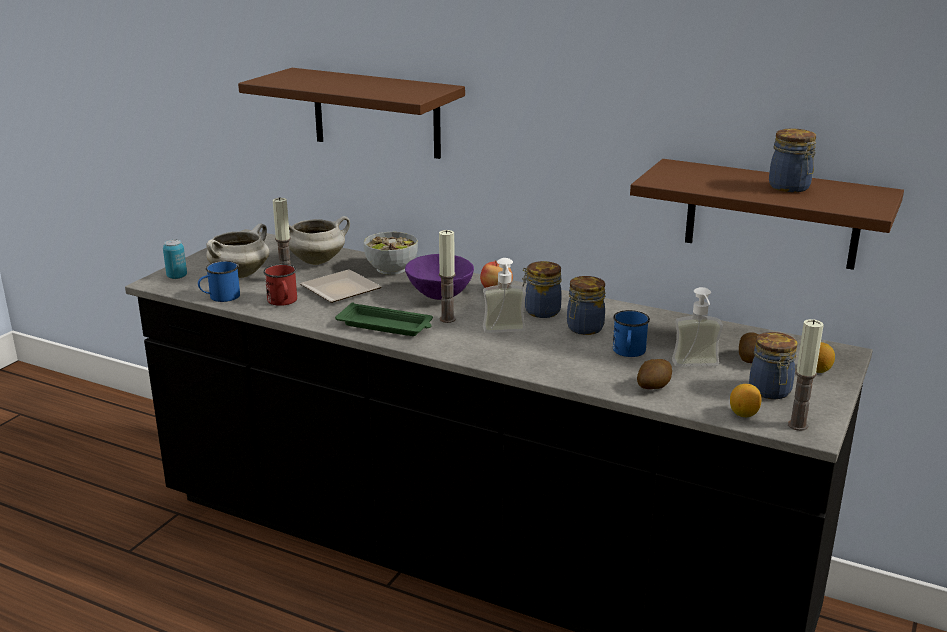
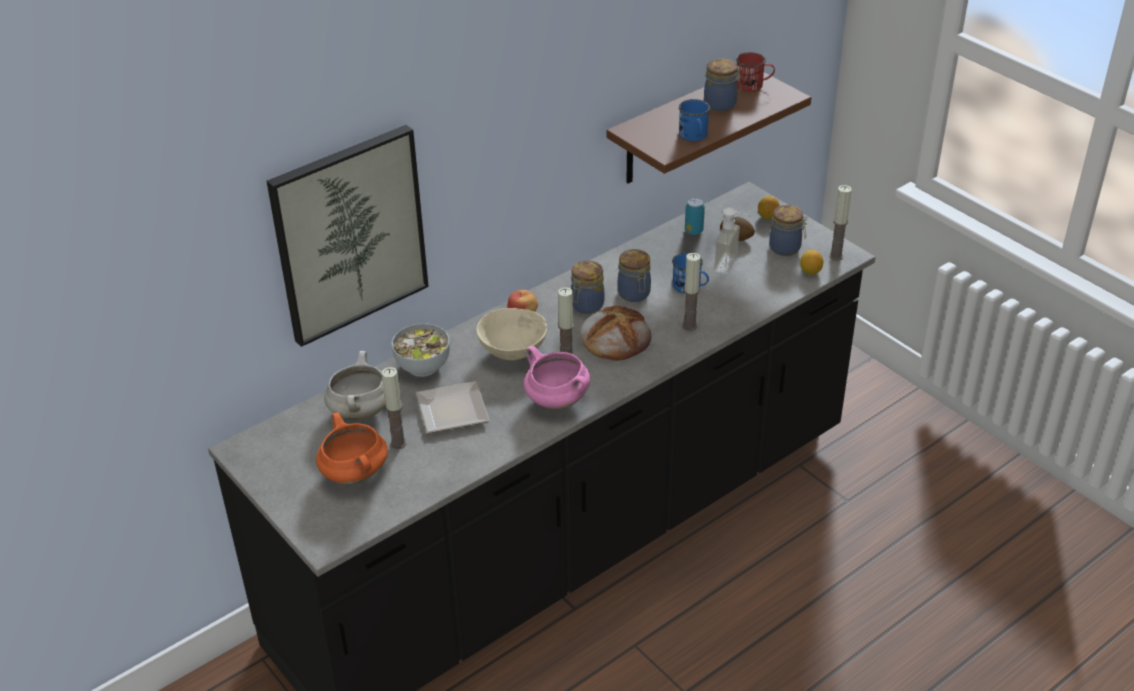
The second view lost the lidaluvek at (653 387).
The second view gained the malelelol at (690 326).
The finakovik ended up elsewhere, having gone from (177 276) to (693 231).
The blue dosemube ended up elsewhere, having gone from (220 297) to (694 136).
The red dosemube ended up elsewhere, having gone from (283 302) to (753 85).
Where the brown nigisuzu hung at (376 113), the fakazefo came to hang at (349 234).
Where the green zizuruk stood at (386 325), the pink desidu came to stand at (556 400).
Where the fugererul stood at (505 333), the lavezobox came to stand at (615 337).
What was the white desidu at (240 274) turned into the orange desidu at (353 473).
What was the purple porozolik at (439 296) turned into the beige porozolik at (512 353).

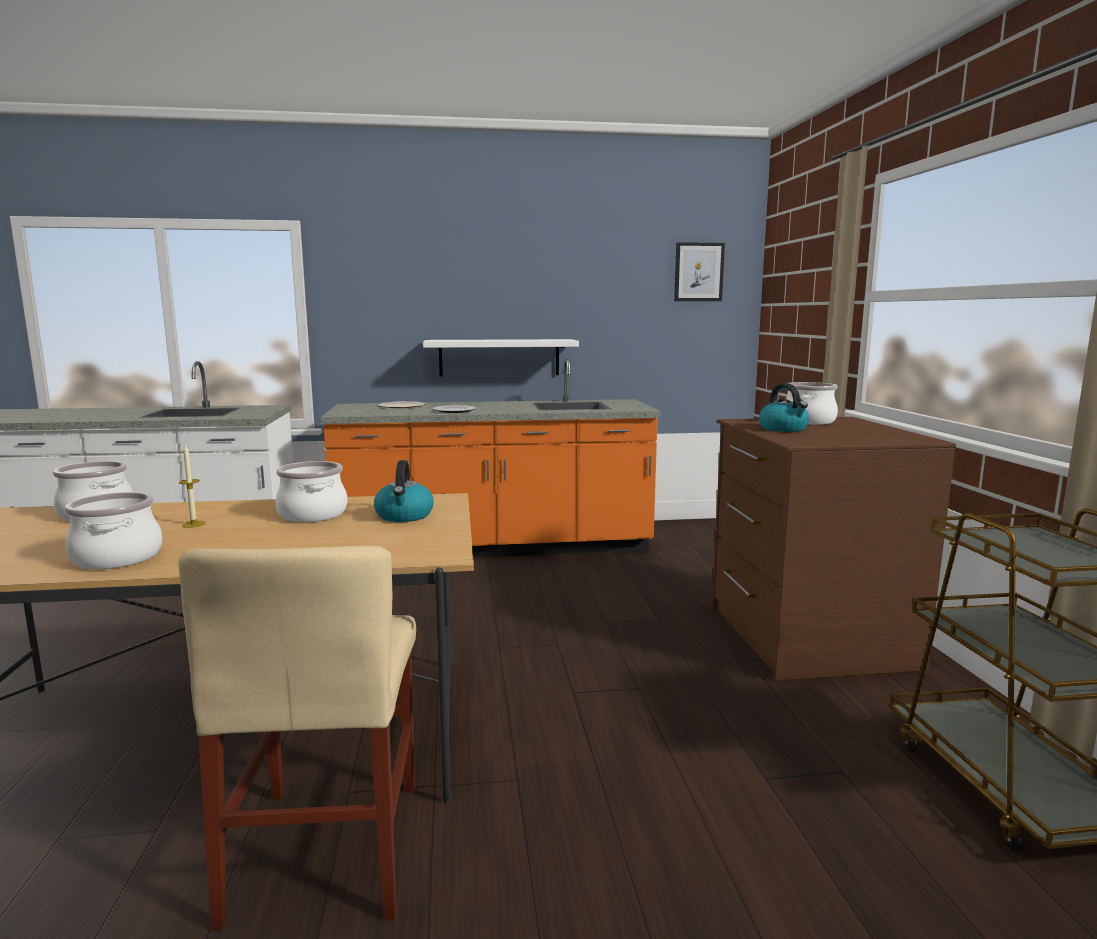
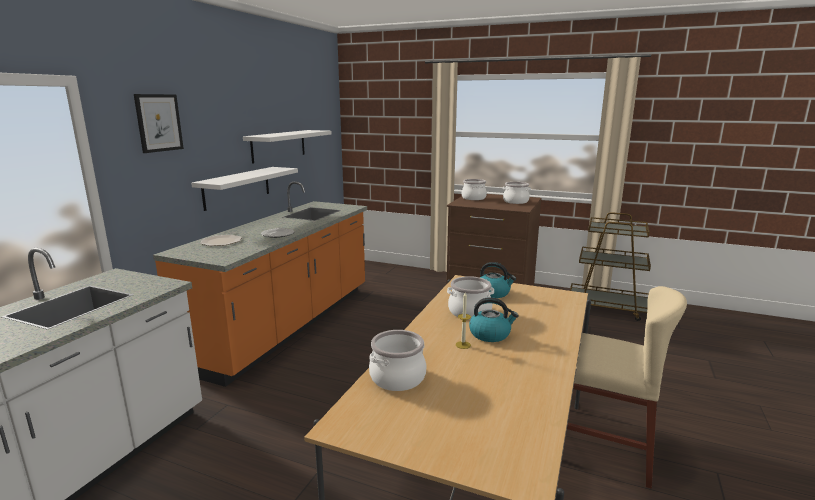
The second view gained the white nigisuzu at (279 145).
The desidu ended up elsewhere, having gone from (116 558) to (515 201).
The fakazefo ended up elsewhere, having gone from (698 272) to (159 123).
The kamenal ended up elsewhere, having gone from (783 429) to (490 334).

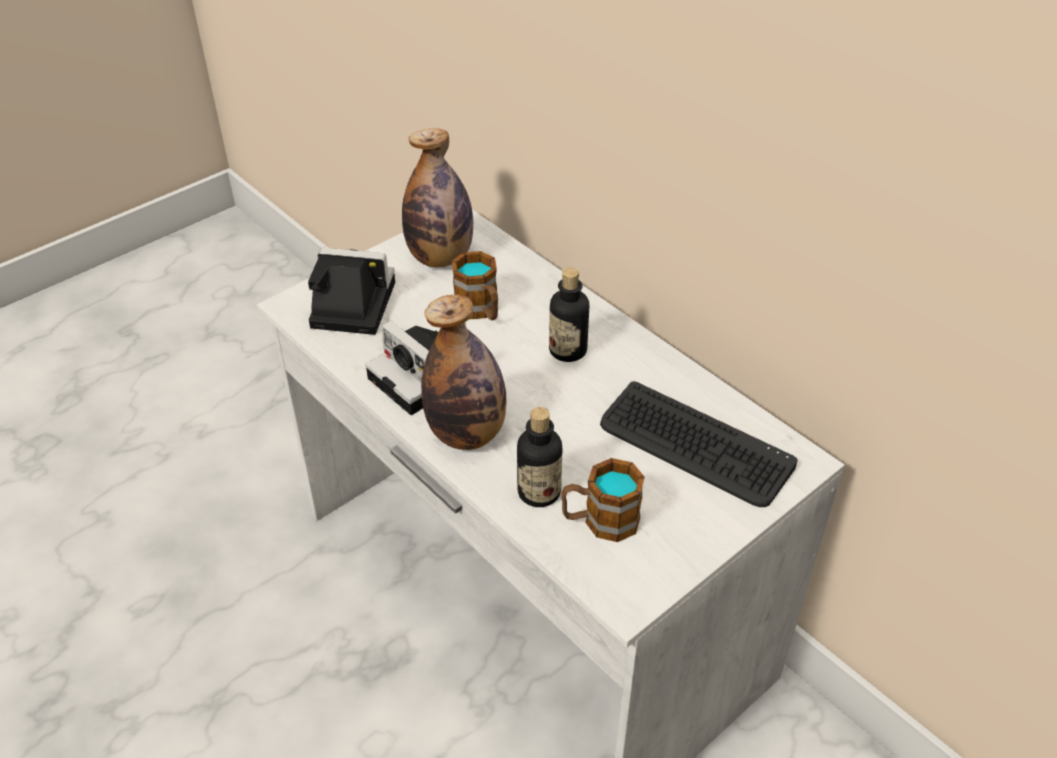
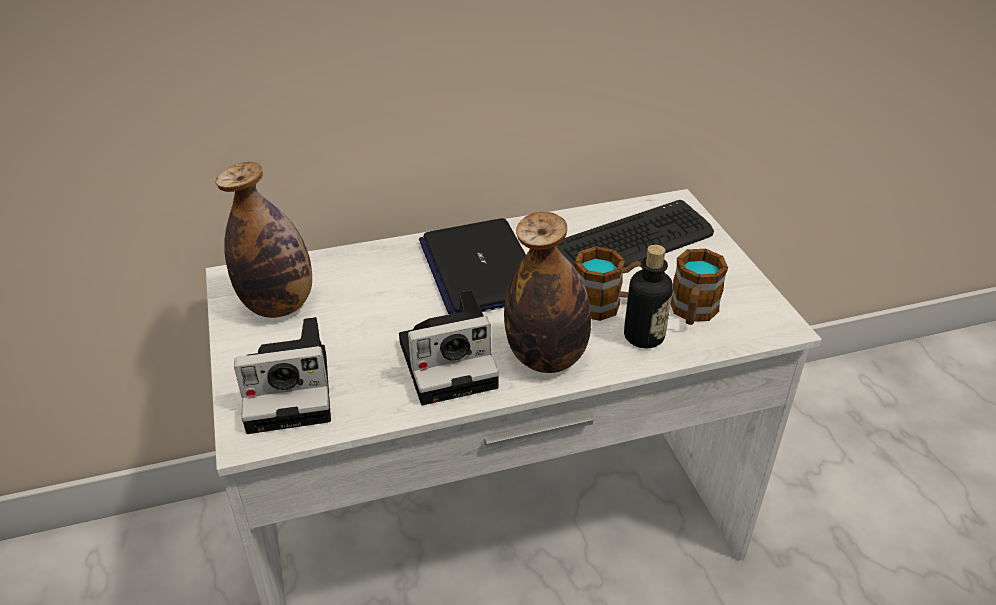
The dosemube ended up elsewhere, having gone from (480 310) to (606 304).
Where the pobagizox stood at (568 350), the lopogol came to stand at (480 269).
The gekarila at (349 305) ended up facing another way, 135 degrees counterclockwise from before.

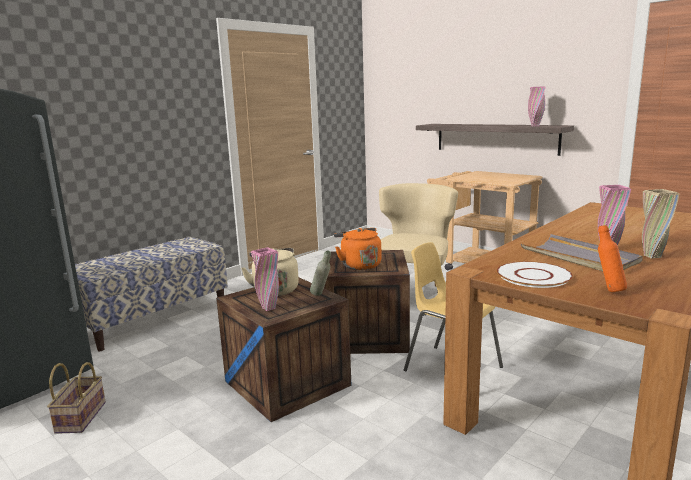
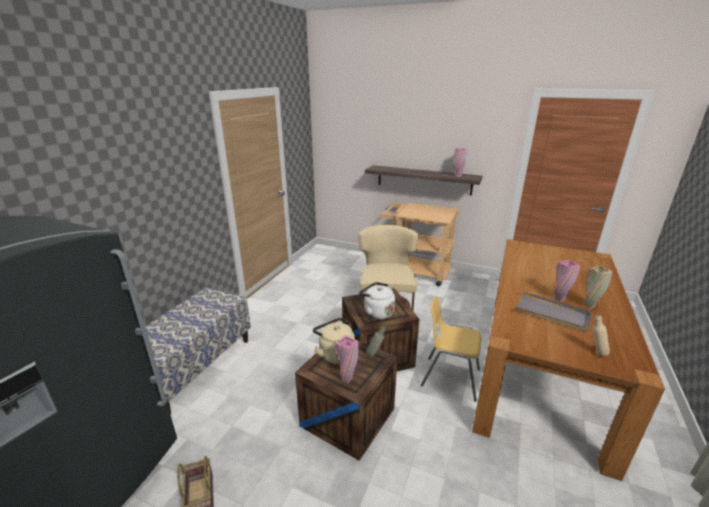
The second view lost the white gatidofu at (534 276).
What was the orange kamenal at (359 265) turned into the white kamenal at (377 312).
What was the orange pobagizox at (608 290) turned into the beige pobagizox at (596 352).

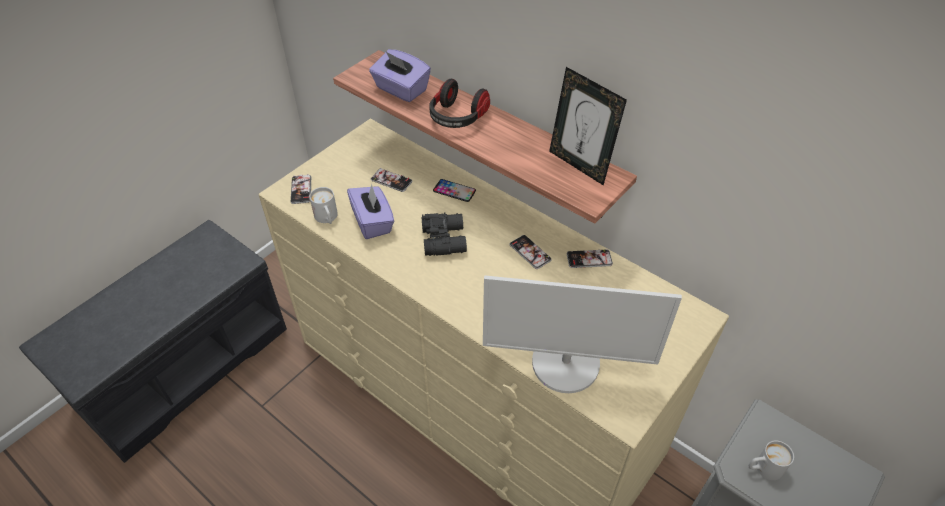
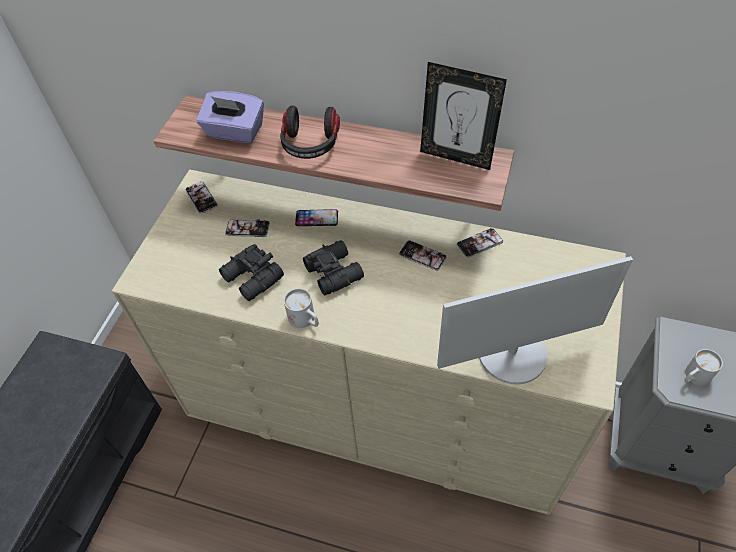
The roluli ended up elsewhere, having gone from (301 190) to (201 198).
The white dosemube ended up elsewhere, having gone from (327 218) to (305 320).
Where the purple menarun stood at (373 222), the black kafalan came to stand at (252 279).

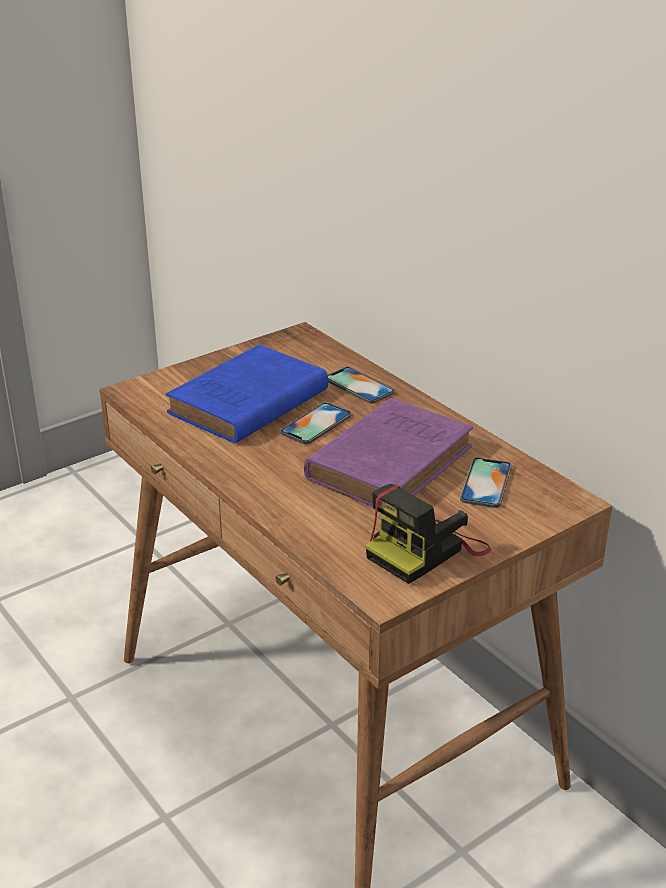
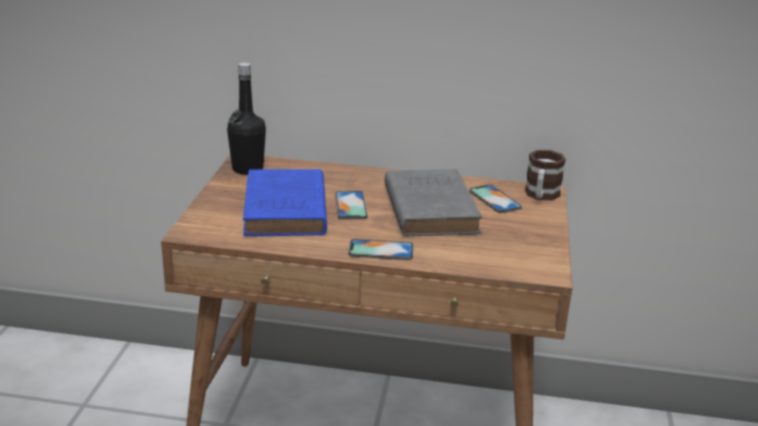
The second view lost the gekarila at (426 550).
The second view gained the black pobagizox at (247 169).
The second view gained the dosemube at (541 196).
The roluli ended up elsewhere, having gone from (359 386) to (381 250).
What was the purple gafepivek at (392 461) turned into the grey gafepivek at (429 208).

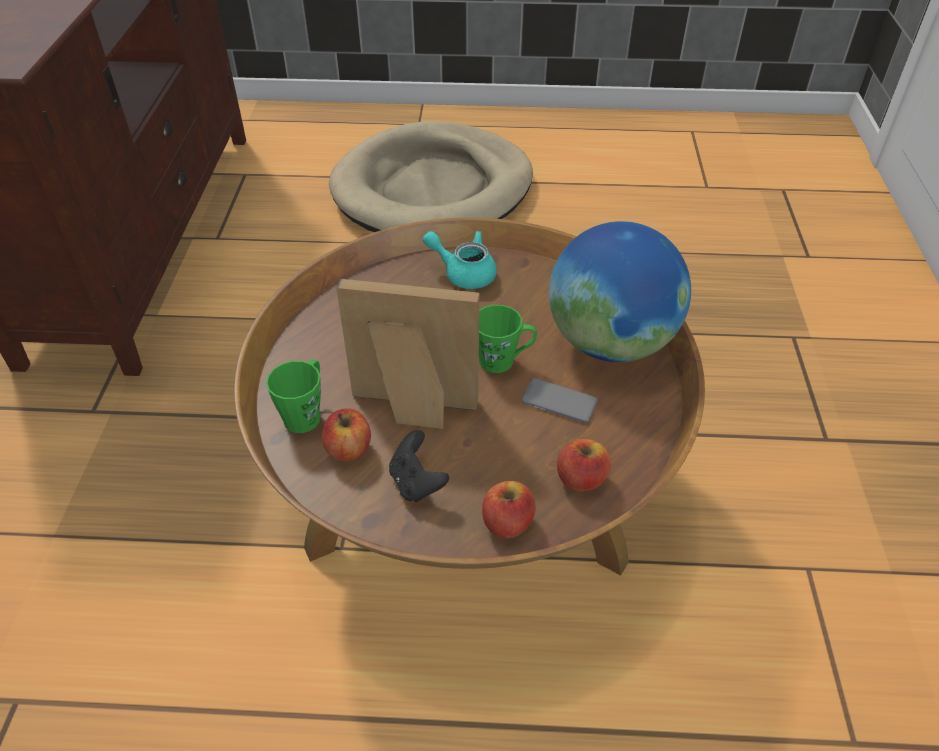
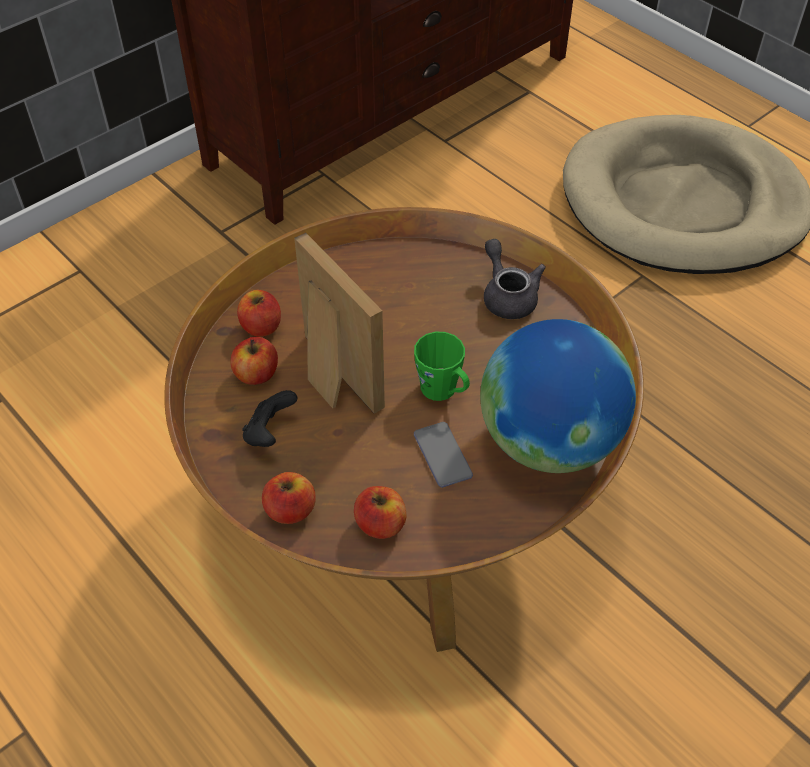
Where the green dosemube stood at (306 413), the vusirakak came to stand at (261 326).
What was the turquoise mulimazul at (464 273) turned into the grey mulimazul at (507 295).

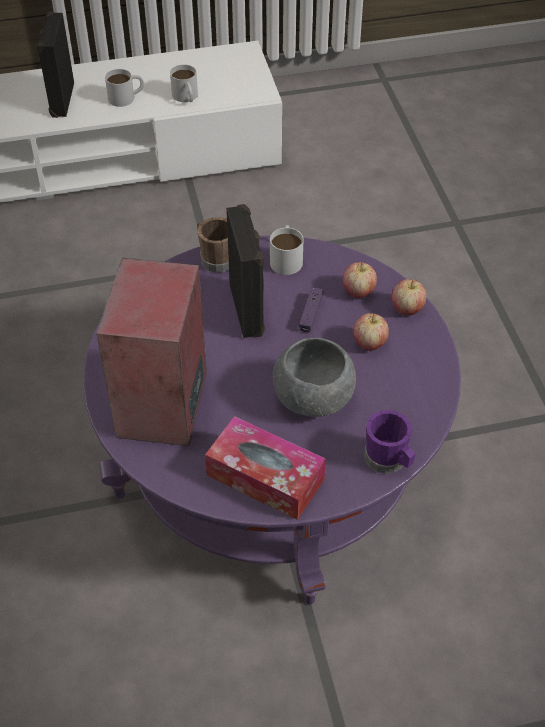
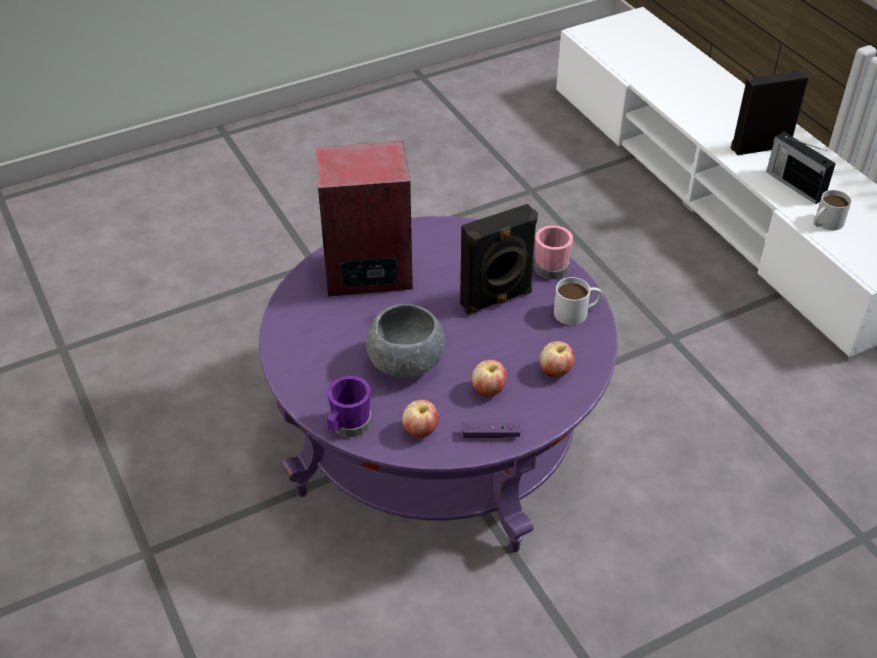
The second view lost the menarun at (265 477).
The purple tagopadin ended up elsewhere, having gone from (310 313) to (491 435).
The vusirakak ended up elsewhere, having gone from (407 309) to (420 431).
Where the white dosemube stood at (126 97), the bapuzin came to stand at (794 184).
What was the brown dosemube at (215 258) turned into the pink dosemube at (553 265).

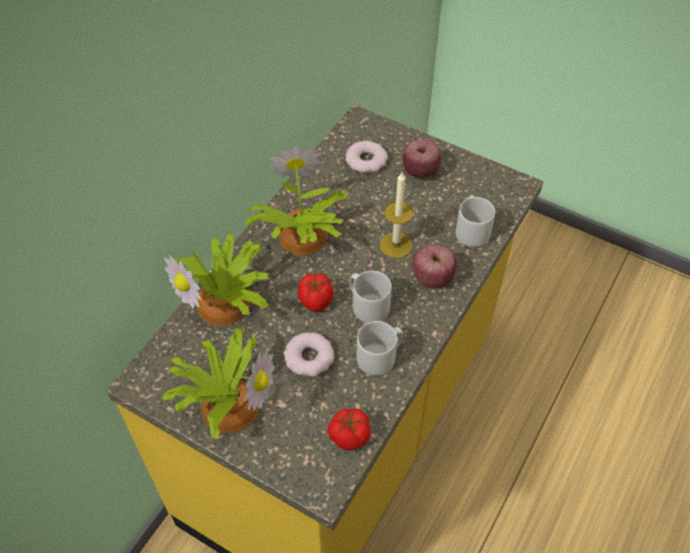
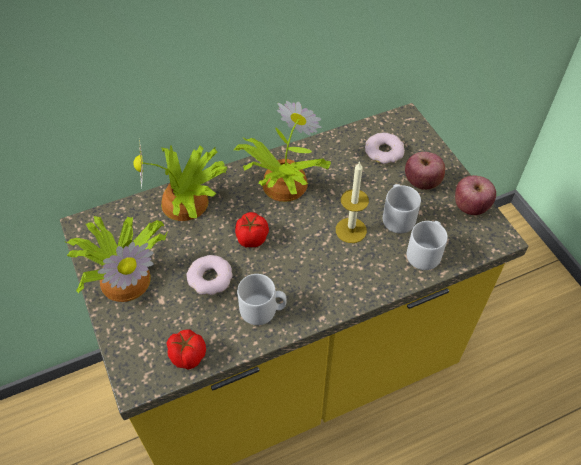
The grey dosemube ended up elsewhere, having gone from (367 305) to (397 217).
The vusirakak ended up elsewhere, having gone from (432 278) to (470 207).

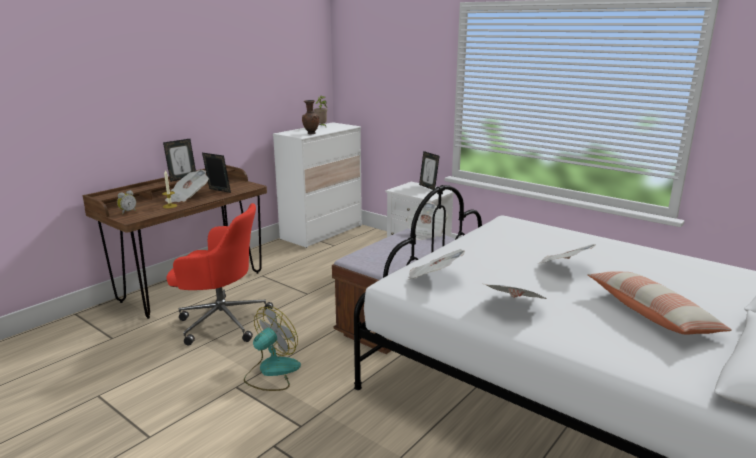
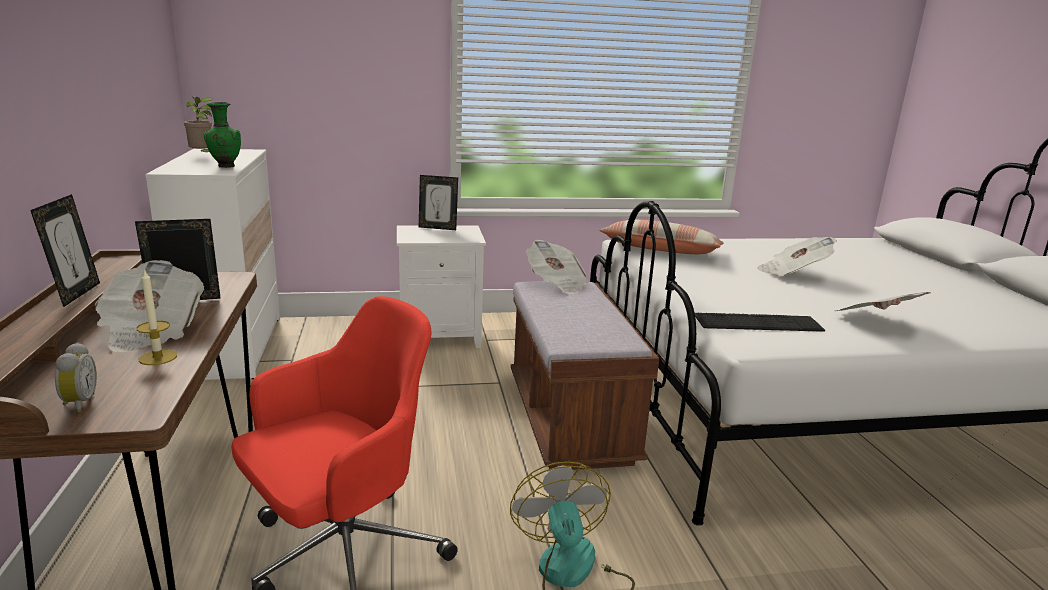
The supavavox ended up elsewhere, having gone from (651 314) to (660 250).
Where the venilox stood at (433 278), the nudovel came to stand at (758 323).
What was the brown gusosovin at (310 133) turned into the green gusosovin at (225 167).

